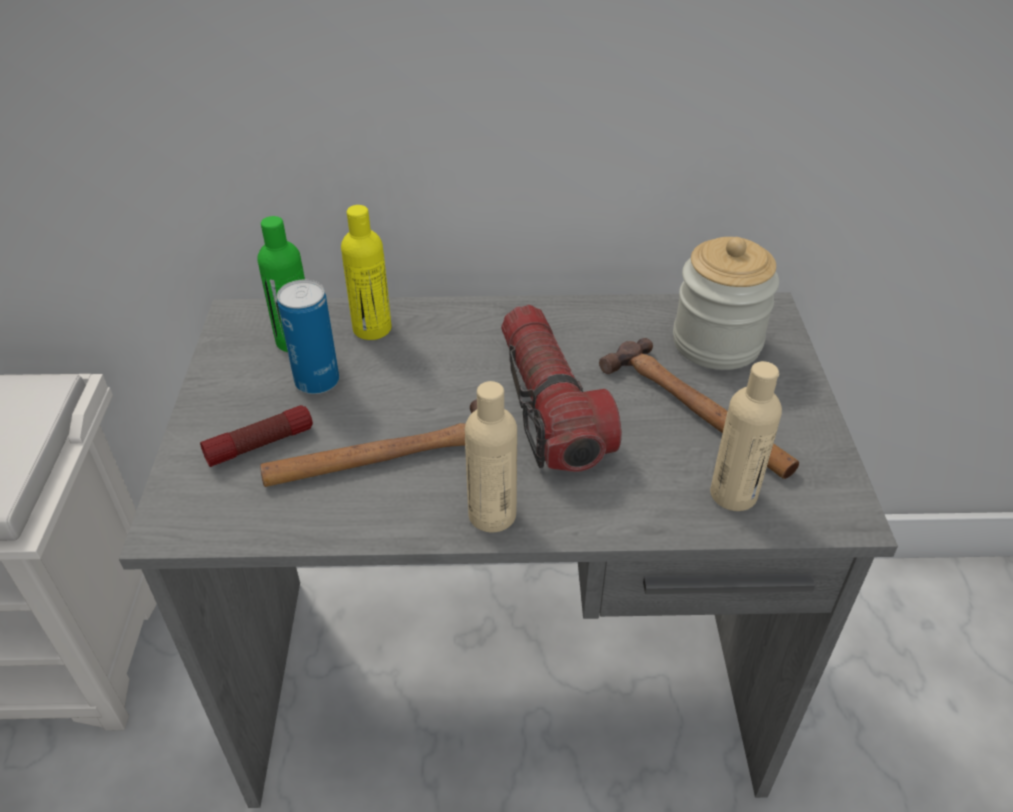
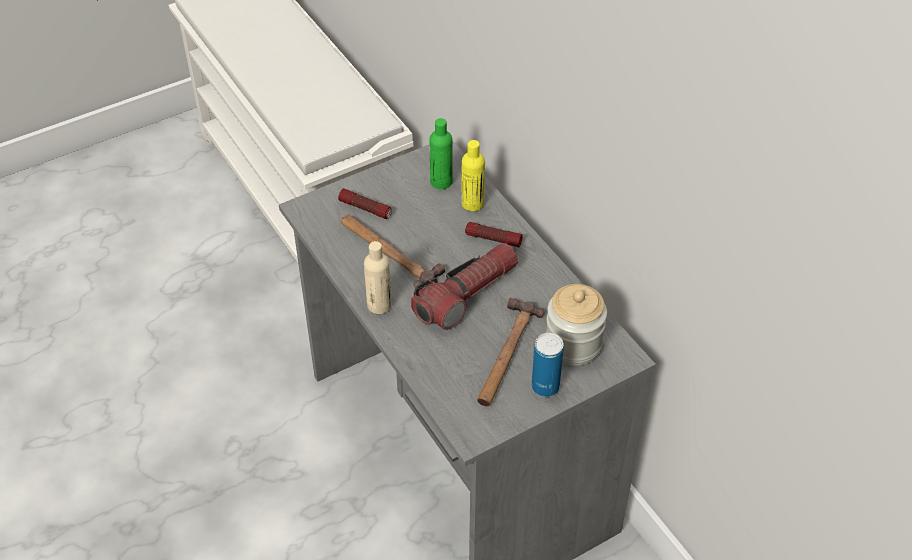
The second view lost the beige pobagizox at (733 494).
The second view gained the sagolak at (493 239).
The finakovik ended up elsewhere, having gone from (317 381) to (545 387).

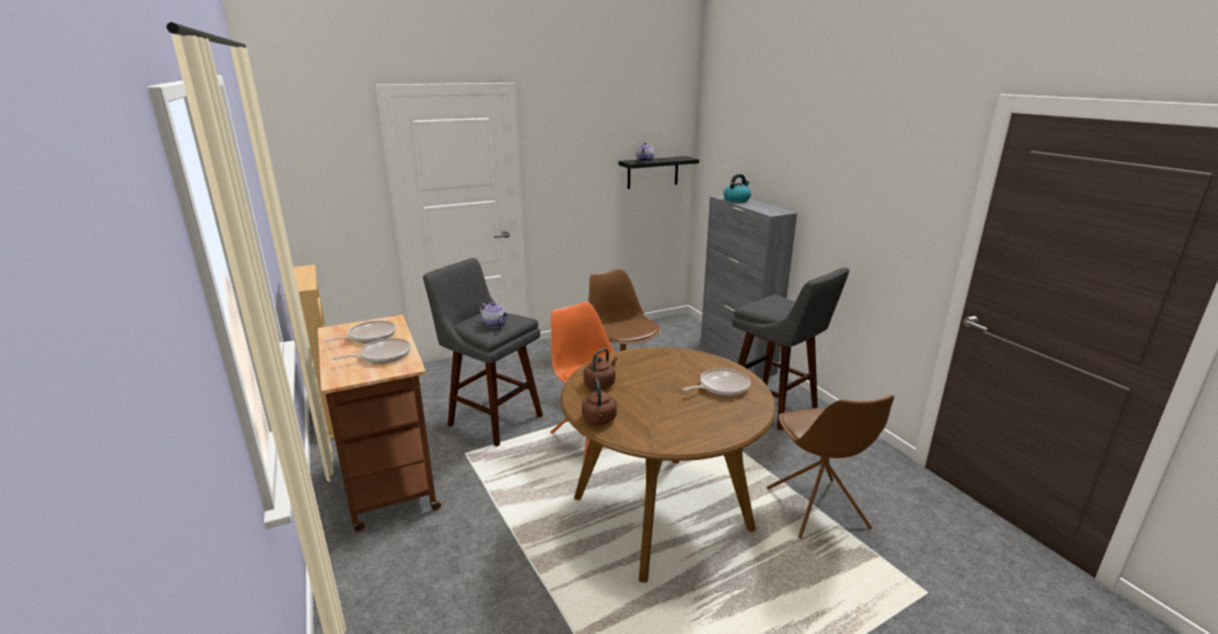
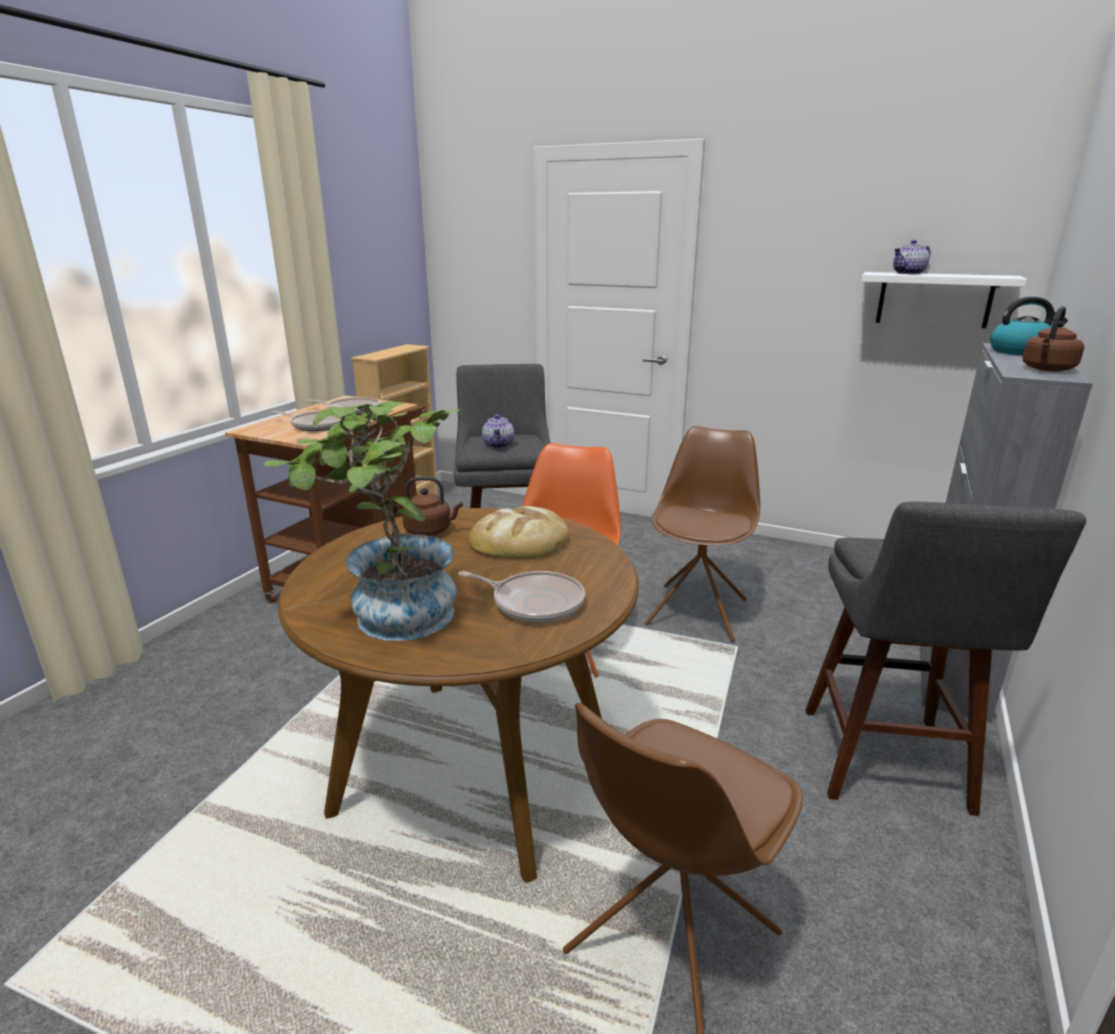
The second view gained the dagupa at (391 620).
The second view gained the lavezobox at (520 540).
The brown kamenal ended up elsewhere, having gone from (599 420) to (1047 369).
What was the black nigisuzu at (652 172) turned into the white nigisuzu at (934 299).

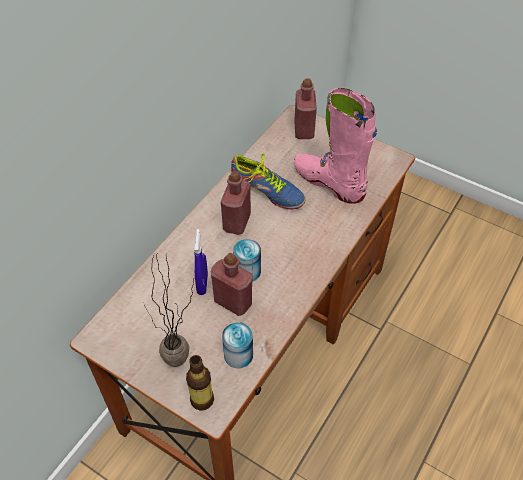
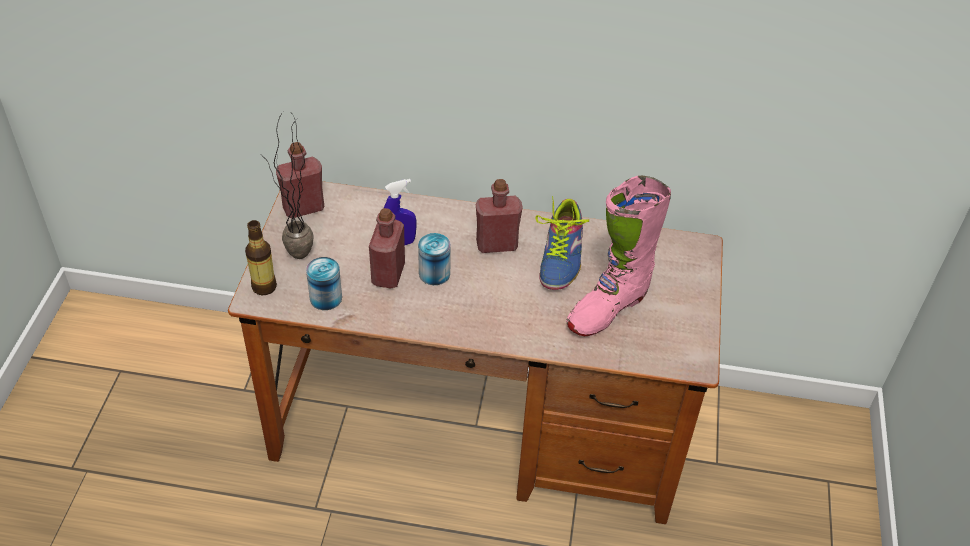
The red pobagizox ended up elsewhere, having gone from (304 130) to (303 208).
The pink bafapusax at (329 183) ended up facing another way, 150 degrees counterclockwise from before.

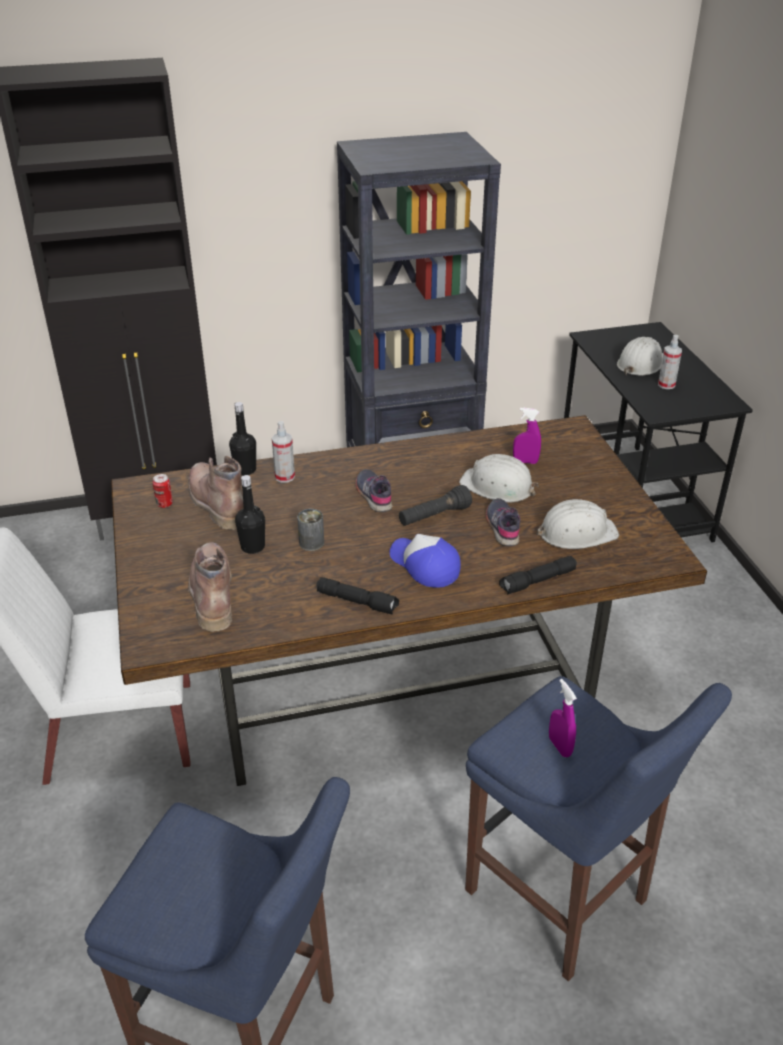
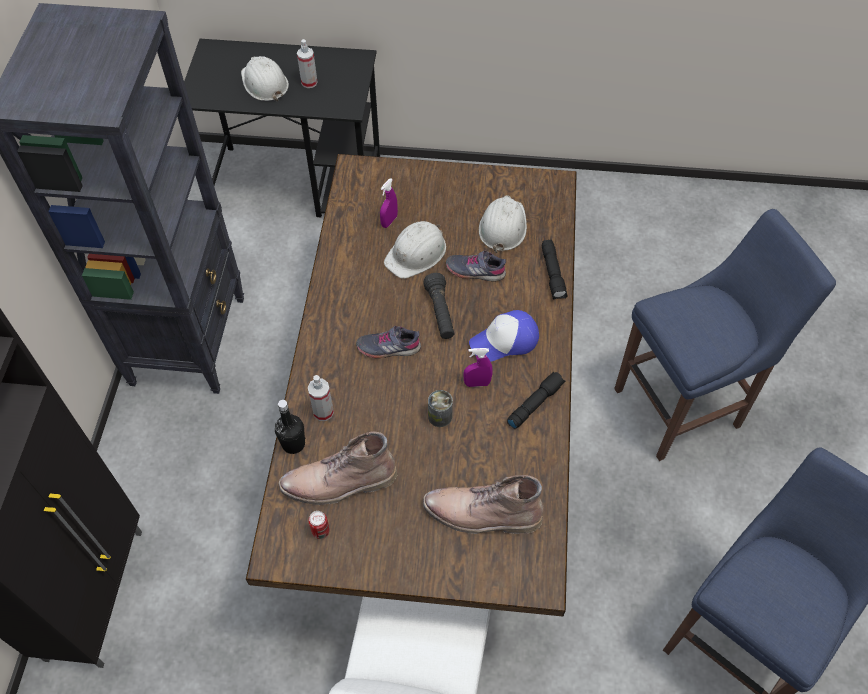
The second view lost the black pobagizox at (253 547).
The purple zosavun ended up elsewhere, having gone from (559 746) to (477 383).

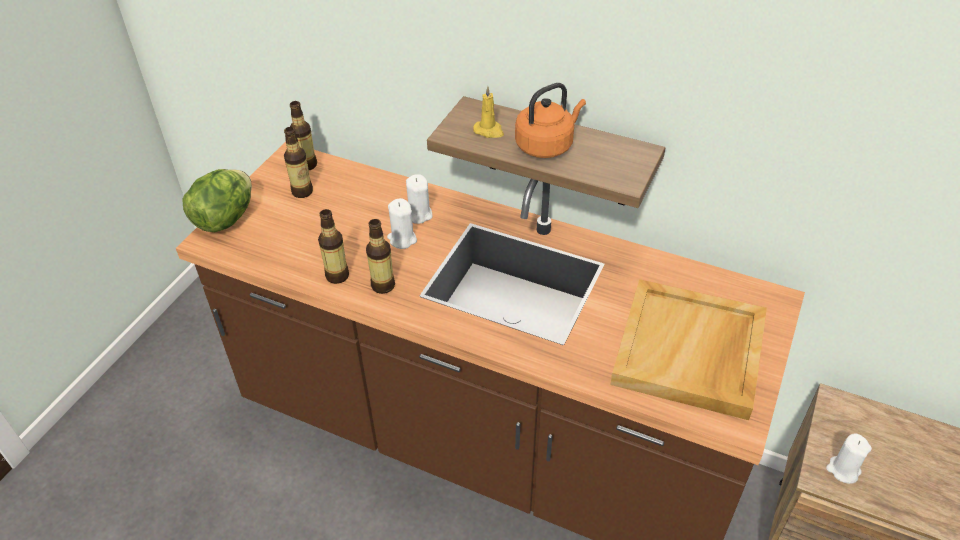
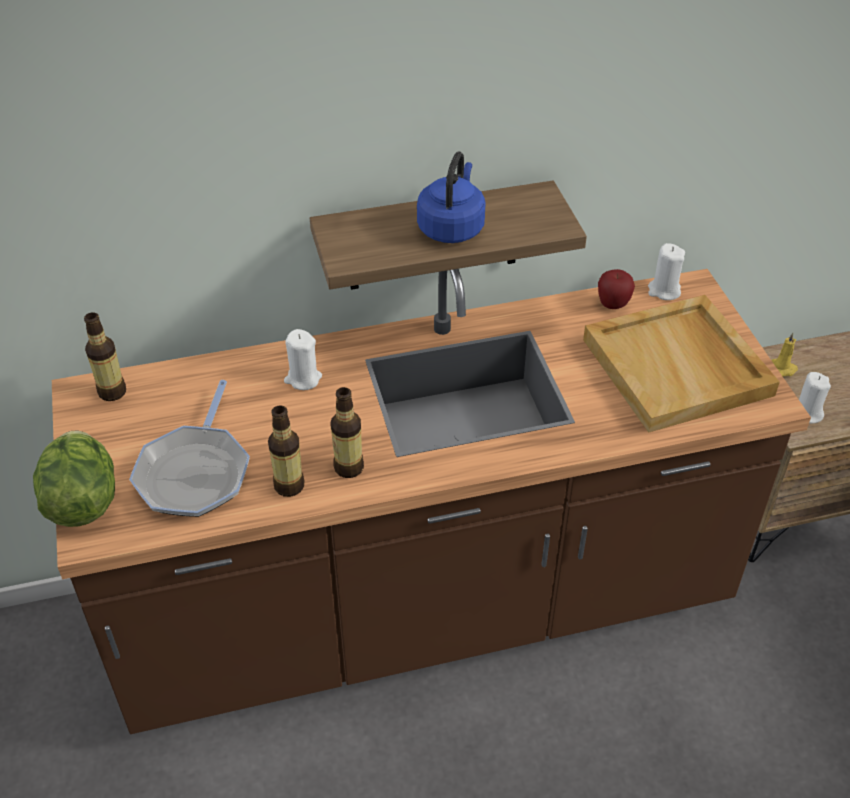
The second view lost the pobagizox at (302 192).
The second view gained the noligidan at (195 472).
The second view gained the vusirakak at (613 305).
The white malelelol ended up elsewhere, having gone from (402 239) to (664 291).
The yellow malelelol ended up elsewhere, having gone from (489 131) to (782 369).
What was the orange kamenal at (546 145) turned into the blue kamenal at (452 227).

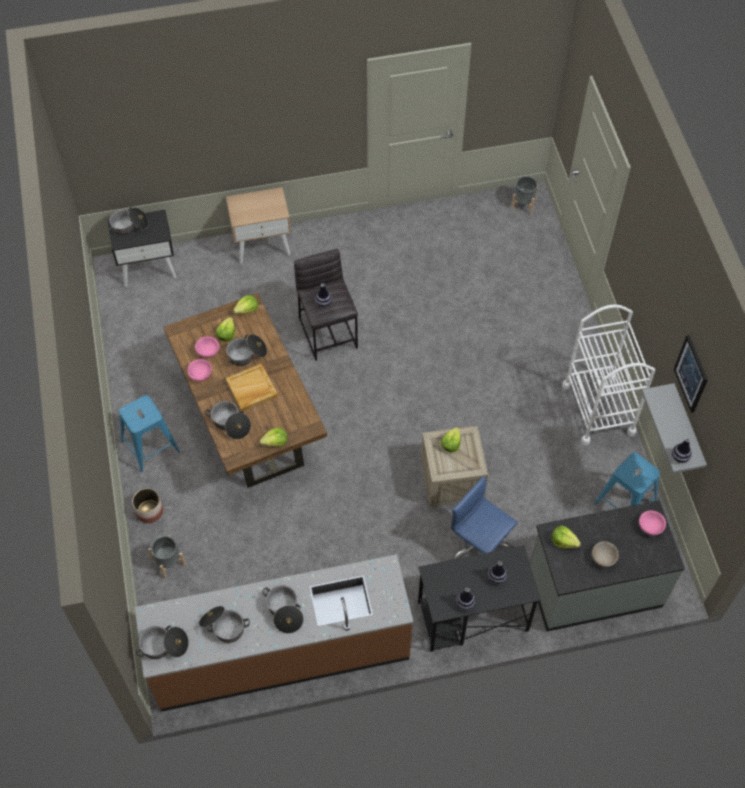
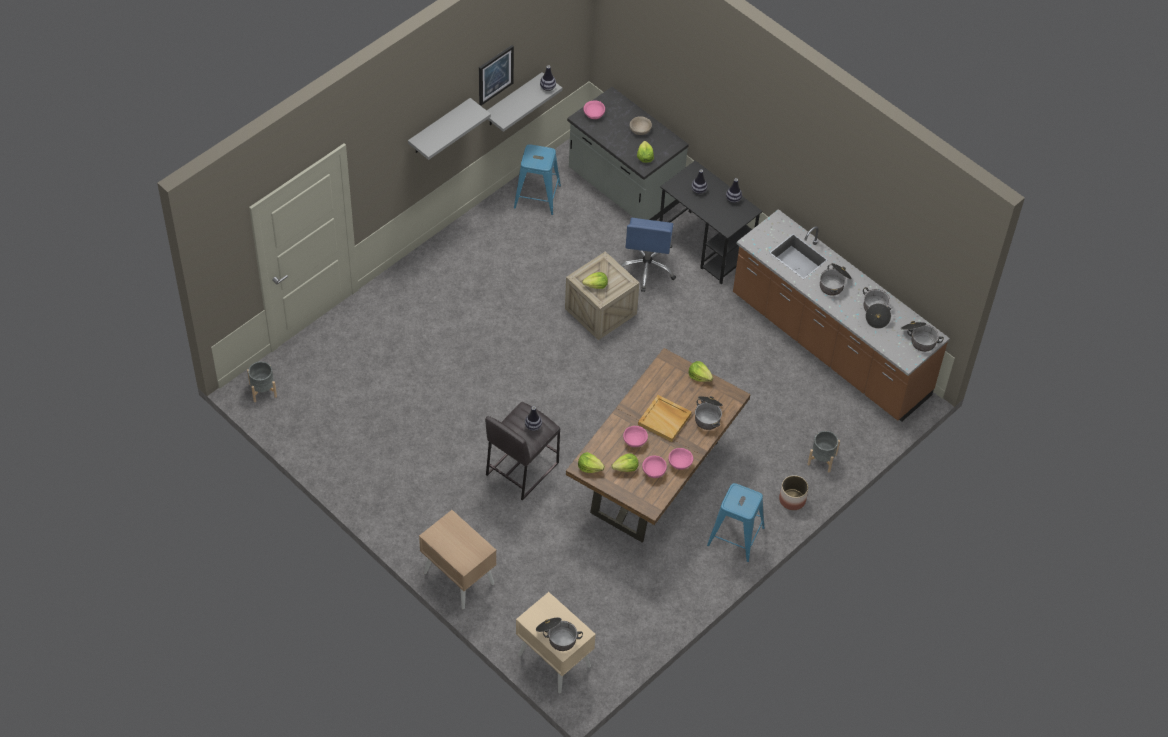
The second view lost the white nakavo at (598 409).
The second view gained the grey nigisuzu at (439 127).
Where the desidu stood at (247 354), the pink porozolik came to stand at (634 441).
What was the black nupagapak at (148 267) turned into the beige nupagapak at (554 660).

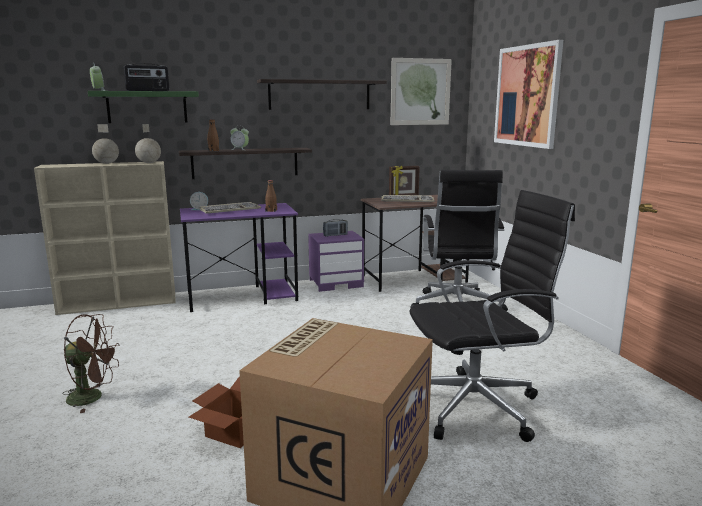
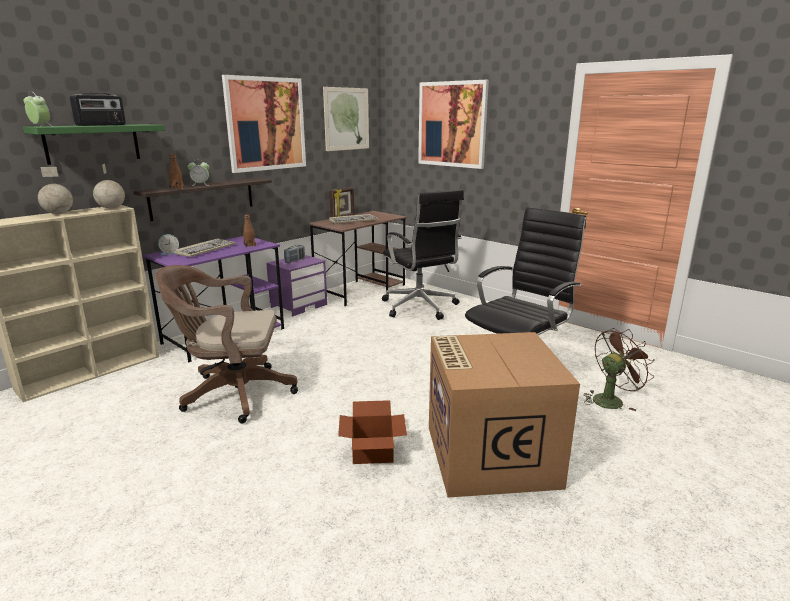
The second view gained the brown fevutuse at (233 394).
The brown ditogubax ended up elsewhere, having gone from (93 397) to (611 399).
Where the nigisuzu hung at (319 95), the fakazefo came to hang at (266 124).

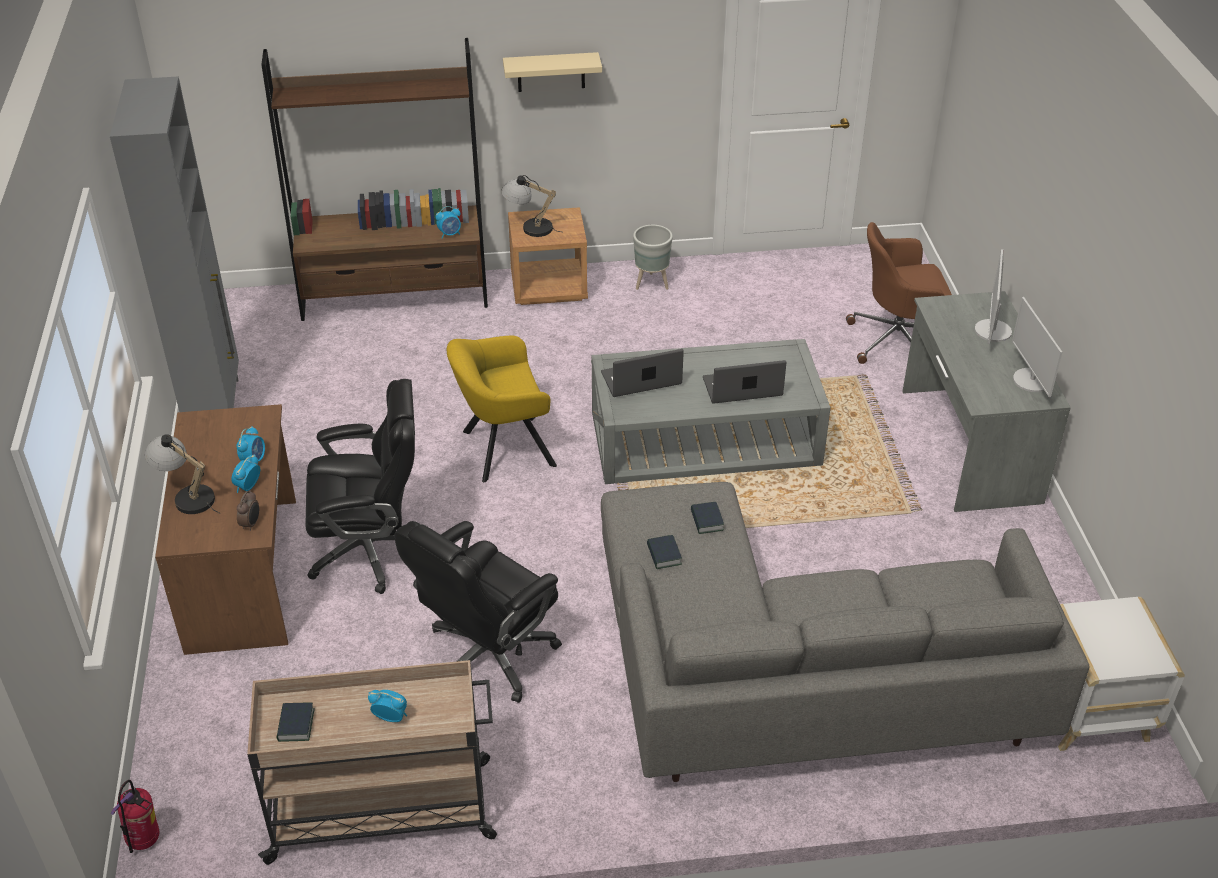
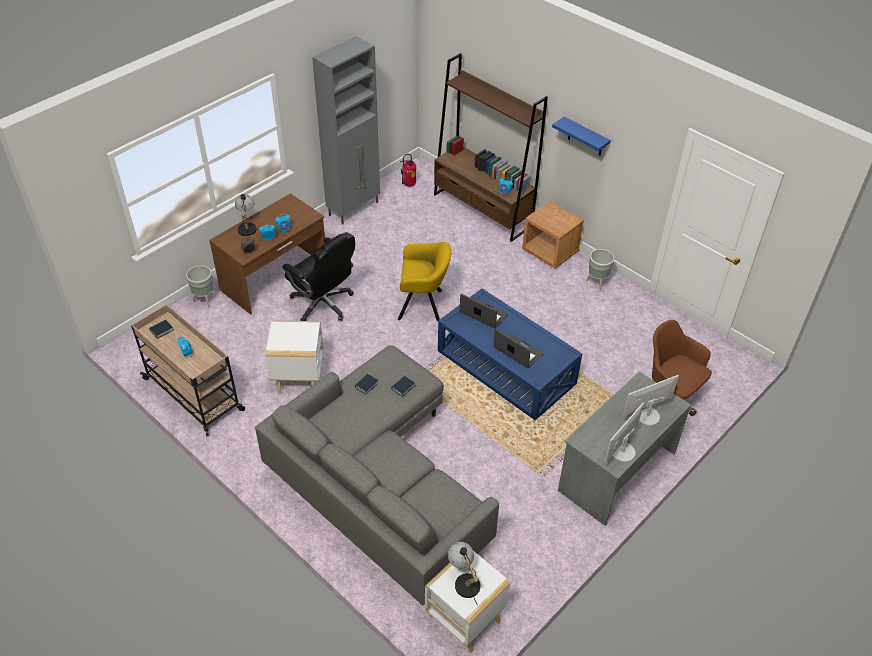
The second view gained the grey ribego at (204 300).
The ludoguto ended up elsewhere, having gone from (145 842) to (409 185).
The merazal ended up elsewhere, having gone from (529 227) to (464 580).
Where the black fevutuse stood at (487 656), the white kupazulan came to stand at (299 376).
What was the beige nigisuzu at (551 72) turned into the blue nigisuzu at (585 137).
What was the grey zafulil at (705 439) turned into the blue zafulil at (505 367).
The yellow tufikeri at (502 449) ended up facing another way, 150 degrees clockwise from before.

